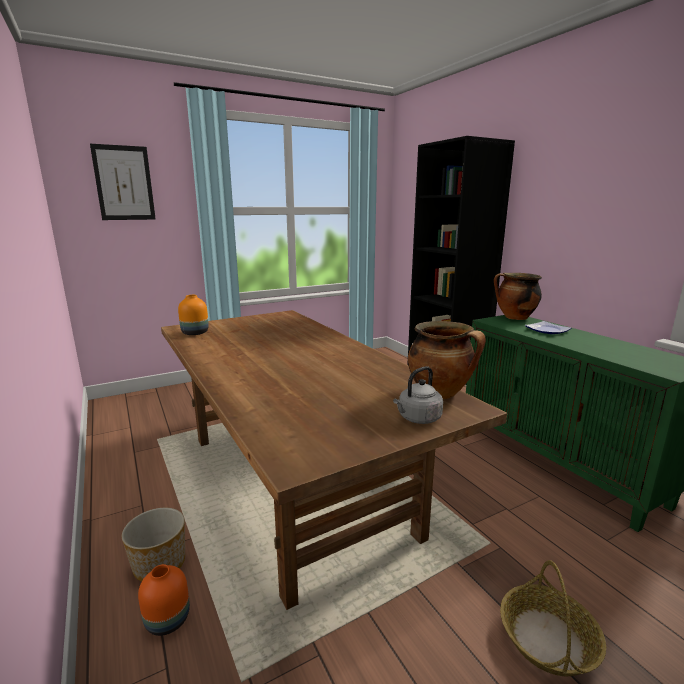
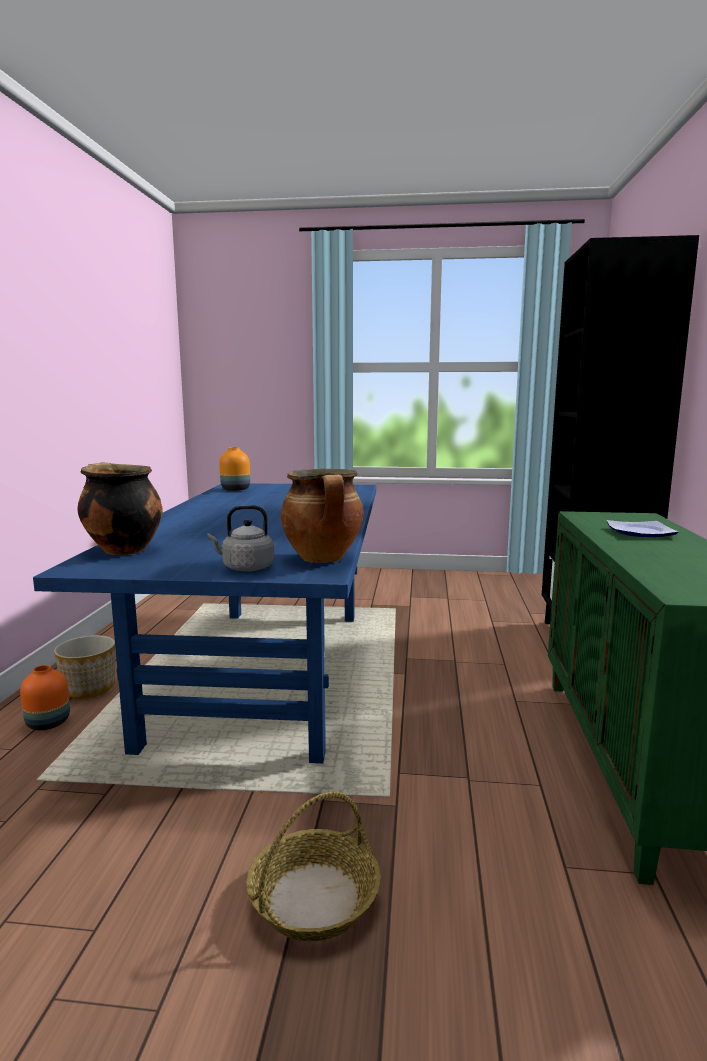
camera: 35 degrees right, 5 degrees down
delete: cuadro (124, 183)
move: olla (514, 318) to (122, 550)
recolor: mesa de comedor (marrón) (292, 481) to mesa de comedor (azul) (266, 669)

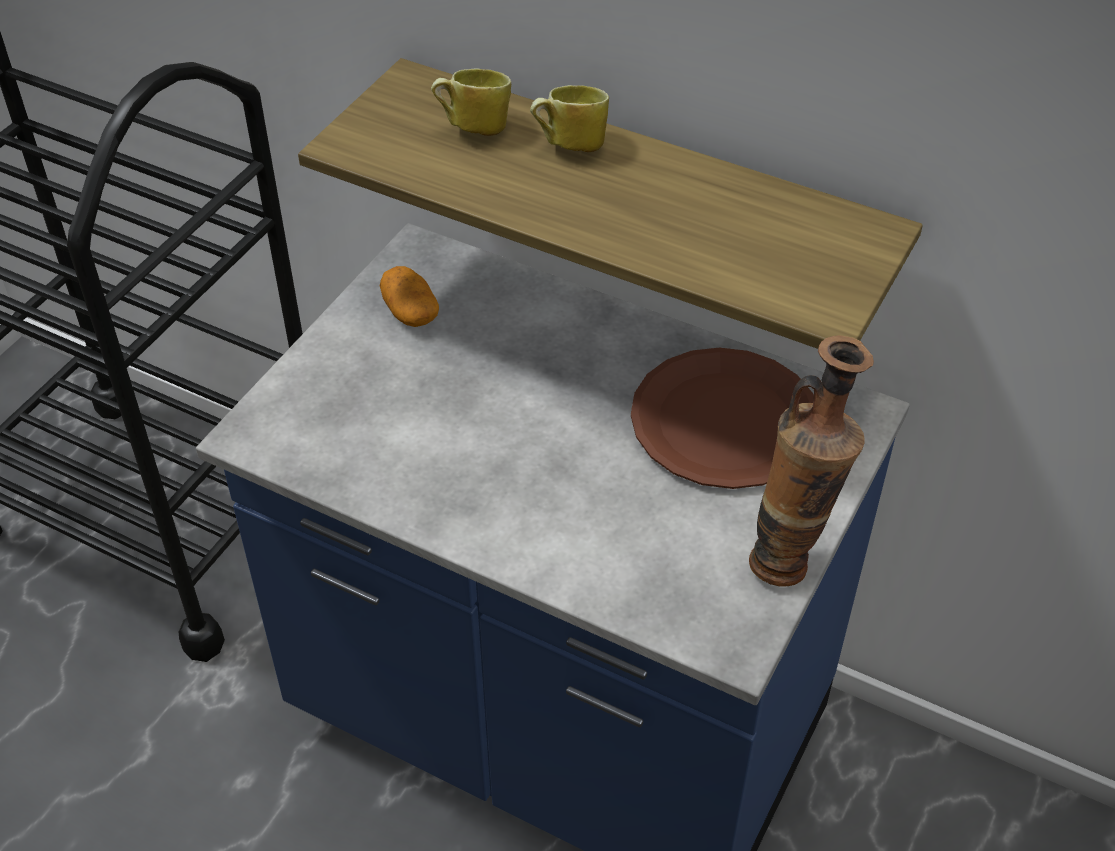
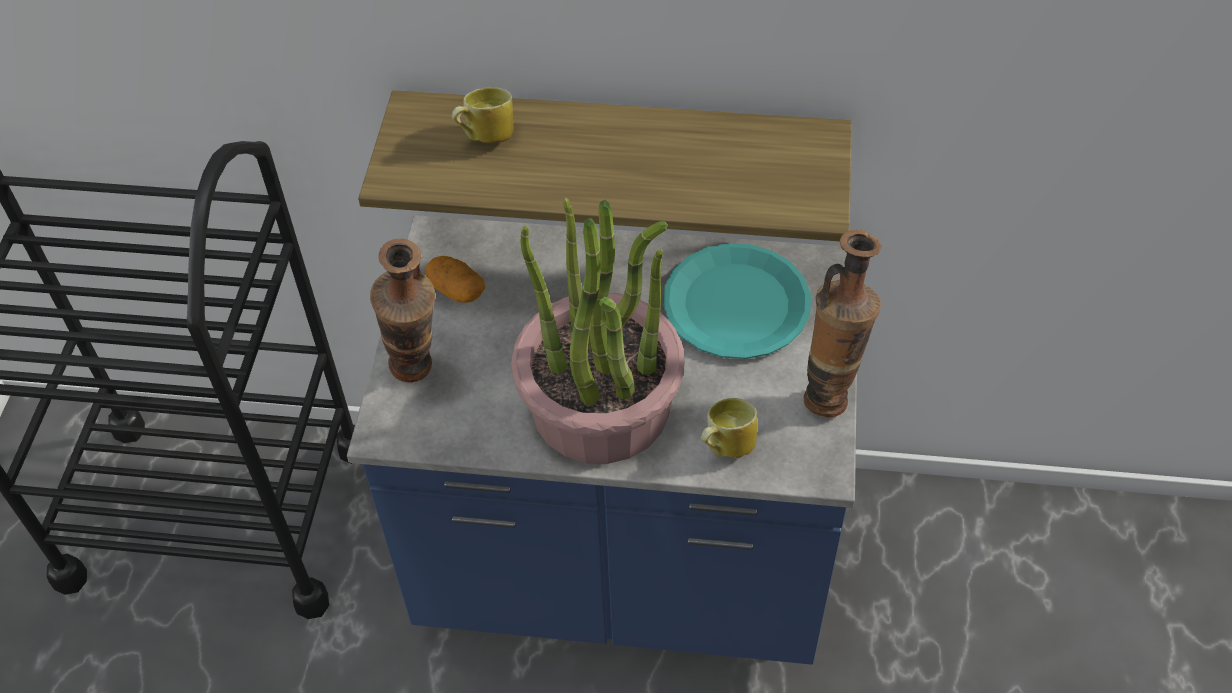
camera: 20 degrees left, 5 degrees up
insert: planta en maceta (601, 407); florero (418, 376)
move: taza grande (569, 146) to (725, 446)
recolor: plato (marrón) (724, 421) to plato (turquesa) (736, 304)

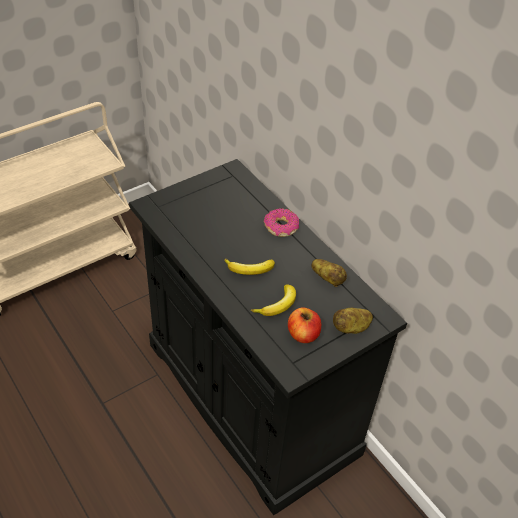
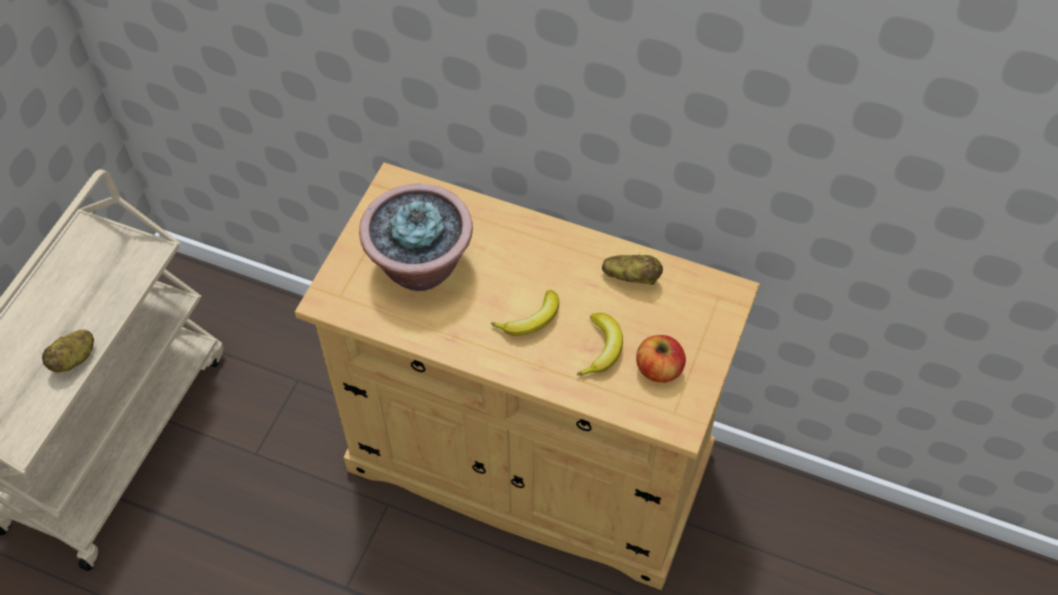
camera: 30 degrees left, 10 degrees up
delete: rosquilla (281, 227)
insert: planta en maceta (420, 266)
move: patata (351, 328) to (74, 359)
recolor: armario (negro) (250, 397) to armario (beis) (529, 462)

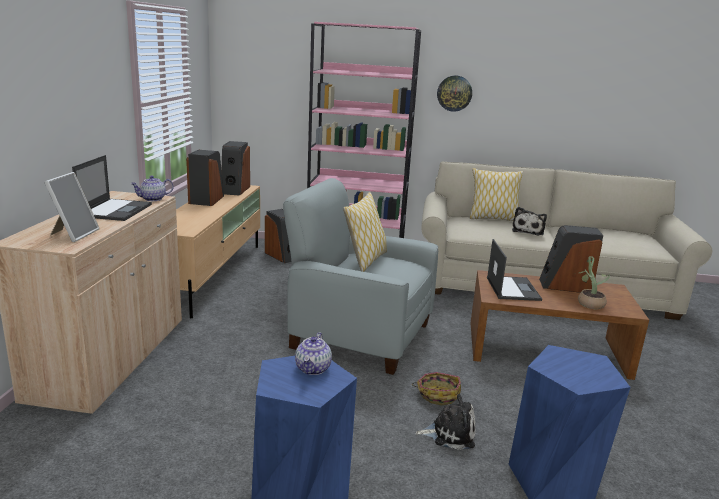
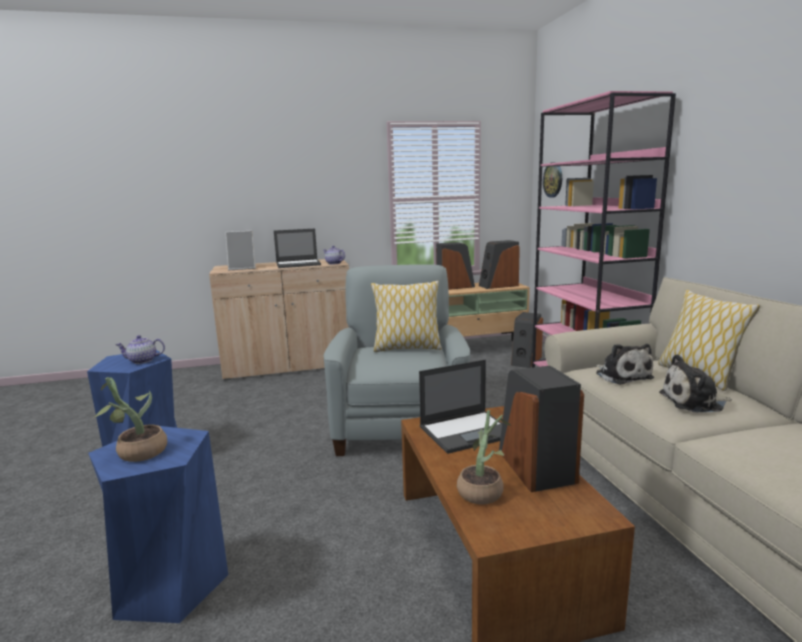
camera: 70 degrees right, 5 degrees down
delete: cesta (437, 394)
insert: planta en maceta (136, 452)
move: reloj de pared (454, 93) to (553, 180); peluche (450, 433) to (622, 375)

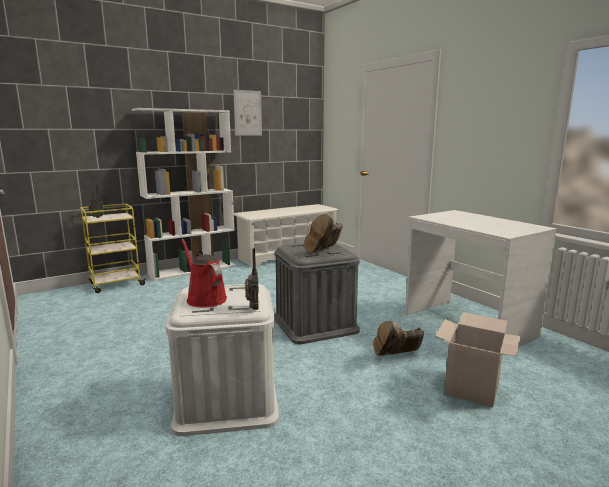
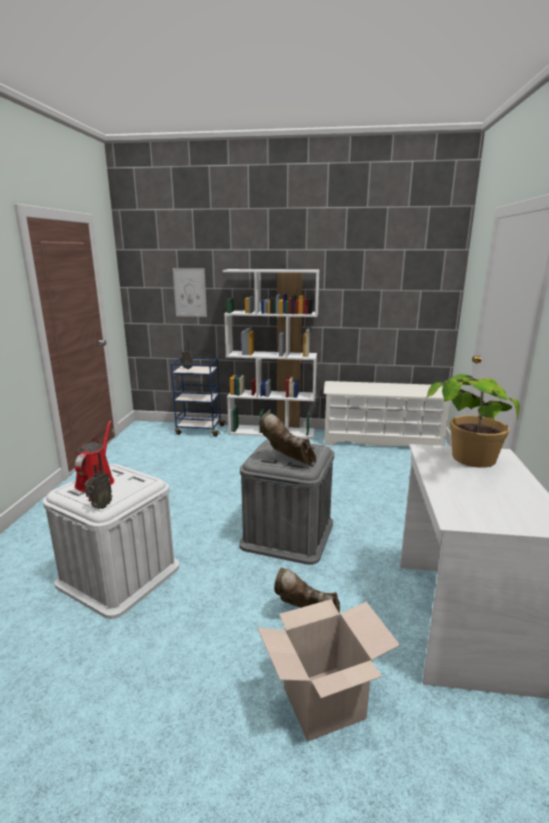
camera: 40 degrees right, 5 degrees up
insert: planta en maceta (464, 465)
move: cuadro (247, 113) to (190, 292)
recolor: carrito (amarillo) (116, 284) to carrito (azul) (199, 430)
rotate: bota (marrón) (324, 251) = (288, 460) 60 degrees clockwise

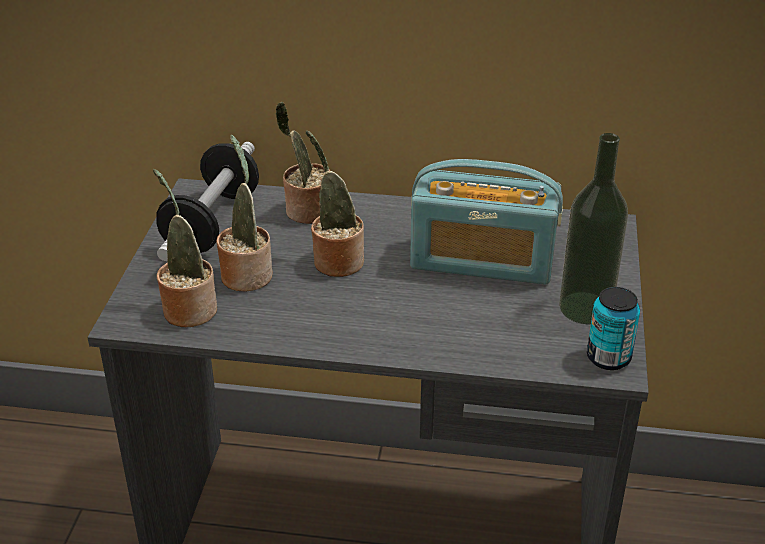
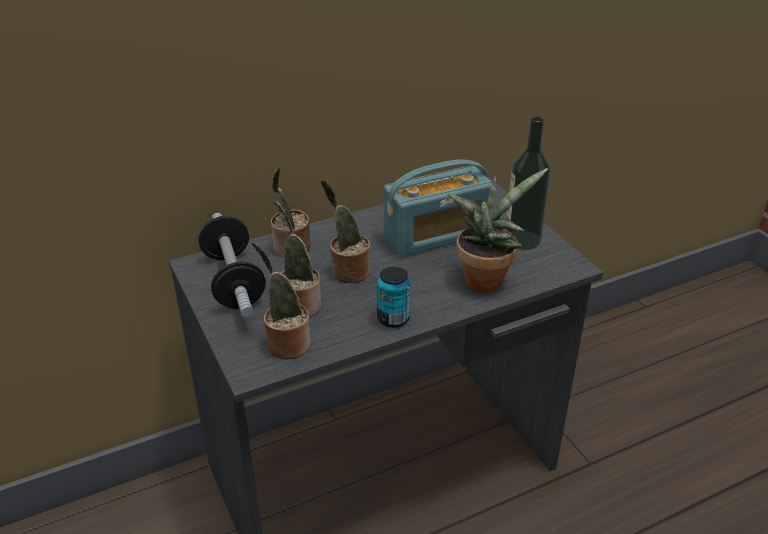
camera: 35 degrees left, 0 degrees up
insert: planta en maceta (486, 278)
move: lata (608, 358) to (393, 319)

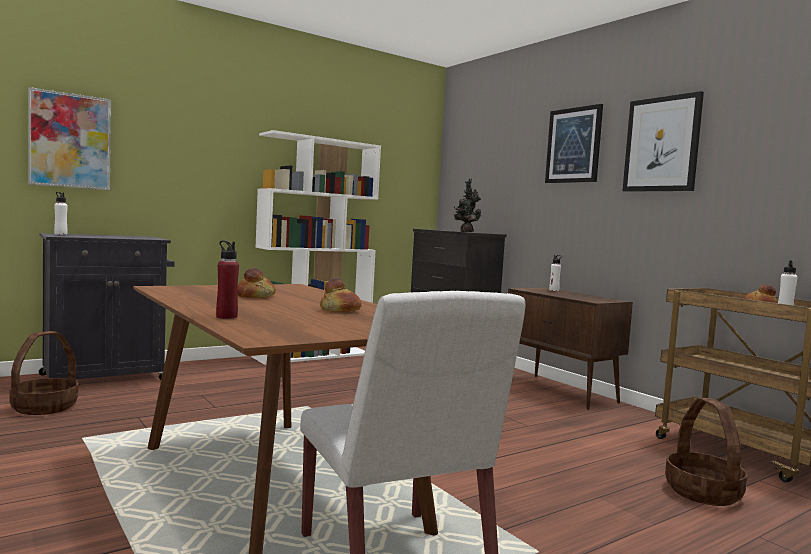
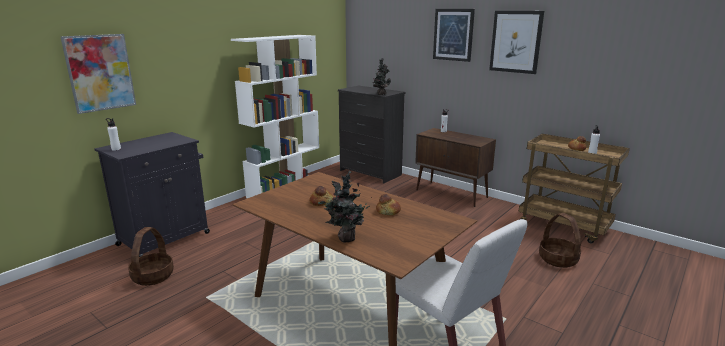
camera: 15 degrees left, 15 degrees up
replace: botella (rojo) (226, 317) to planta en maceta (345, 239)

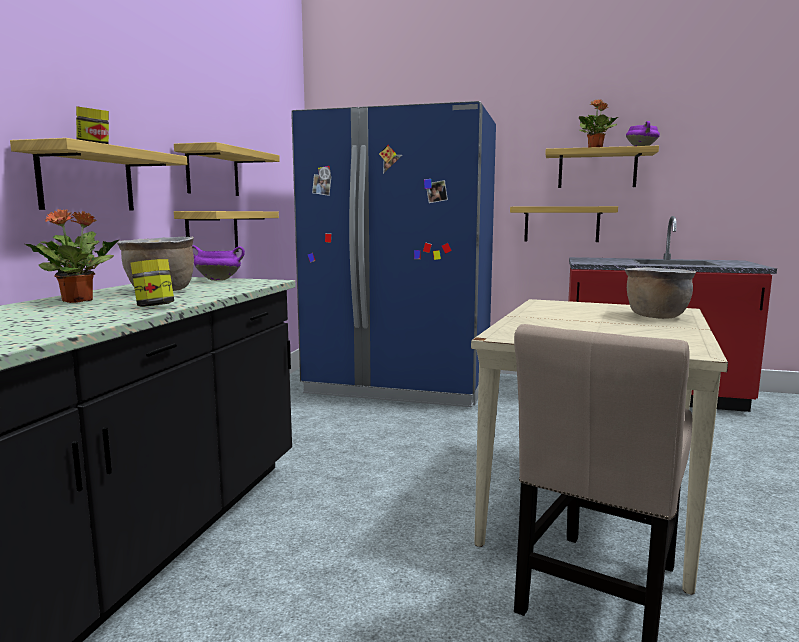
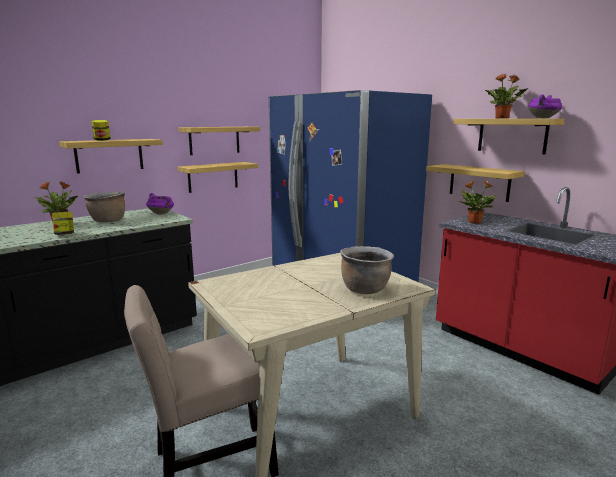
camera: 35 degrees right, 5 degrees up
insert: planta en maceta (474, 222)

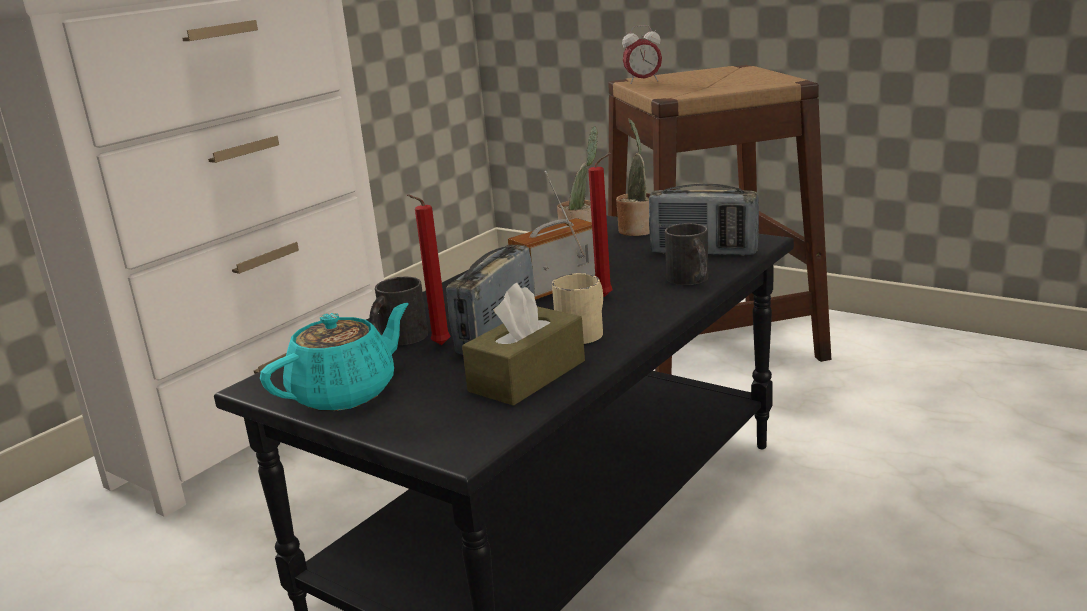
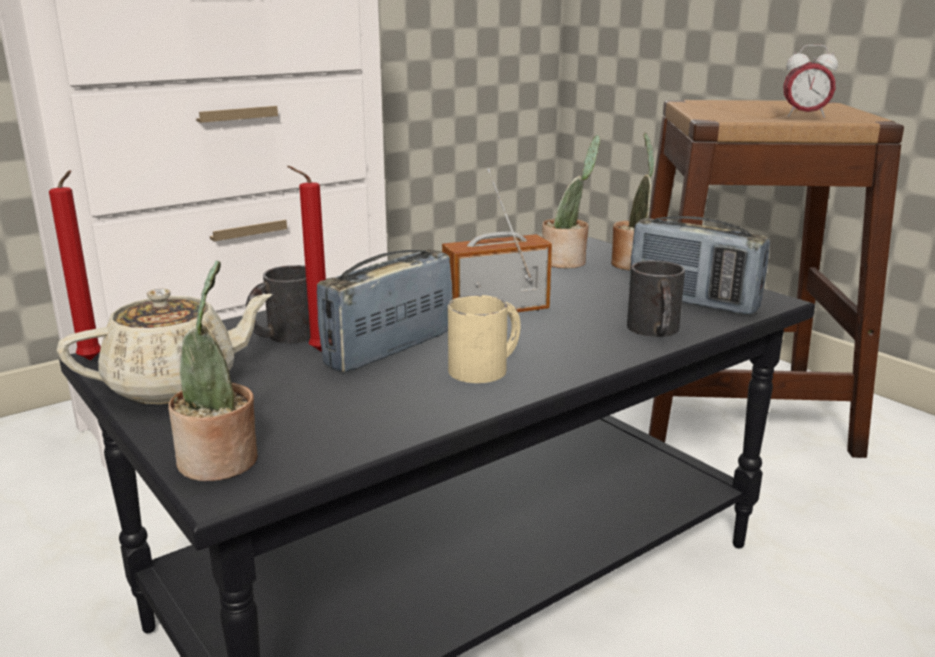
camera: 15 degrees right, 0 degrees up
delete: caja de pañuelos (marrón) (527, 376)
insert: planta en maceta (220, 463)
move: despertador (643, 82) to (804, 116); vela (rojo) (607, 297) to (93, 361)
recolor: tetera (turquesa) (346, 393) to tetera (beis) (176, 385)

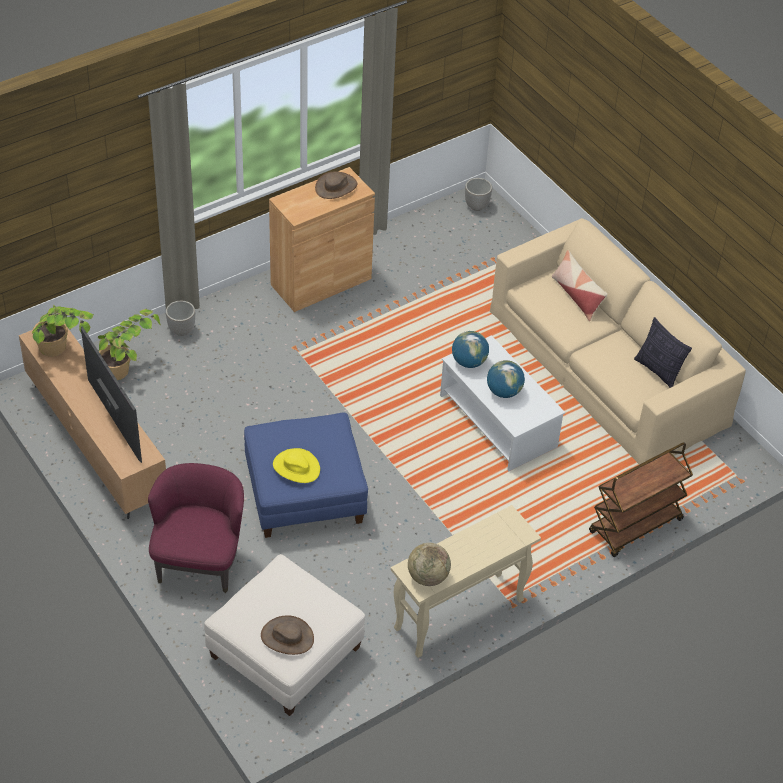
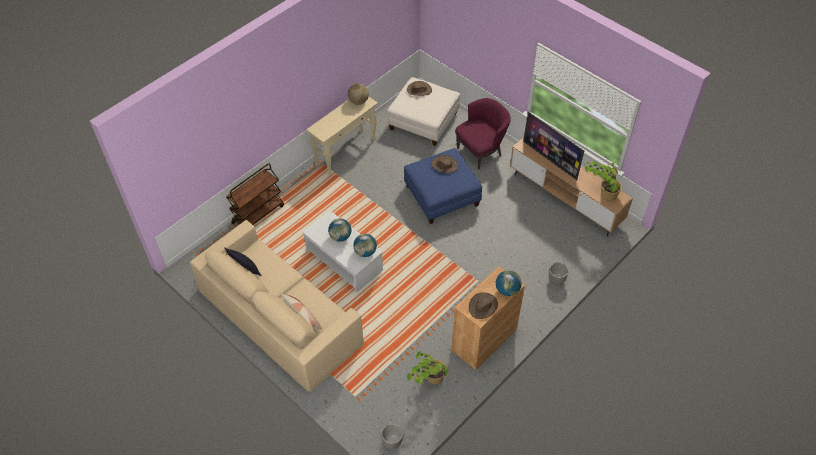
camera: 170 degrees right, 5 degrees up
insert: globo terráqueo (507, 290)
move: planta en maceta (129, 367) to (427, 381)
recolor: sombrero (amarillo) (296, 467) to sombrero (marrón) (444, 165)
rotate: sillón (morado) (199, 561) = (481, 151) 120 degrees counterclockwise

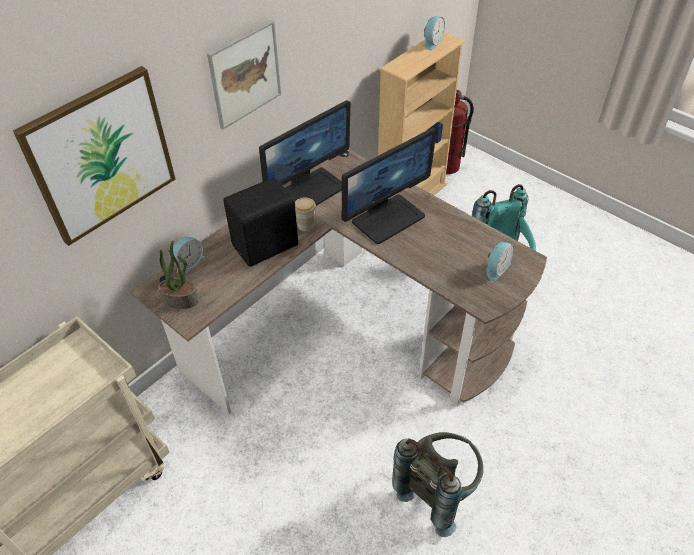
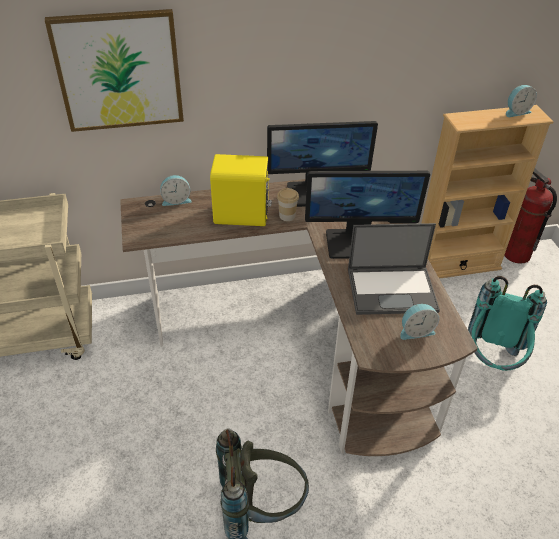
camera: 35 degrees right, 5 degrees down
delete: cuadro (245, 74); planta en maceta (181, 299)
insert: portátil (393, 290)
recolor: altavoz (negro) (267, 246) to altavoz (amarillo) (242, 216)

